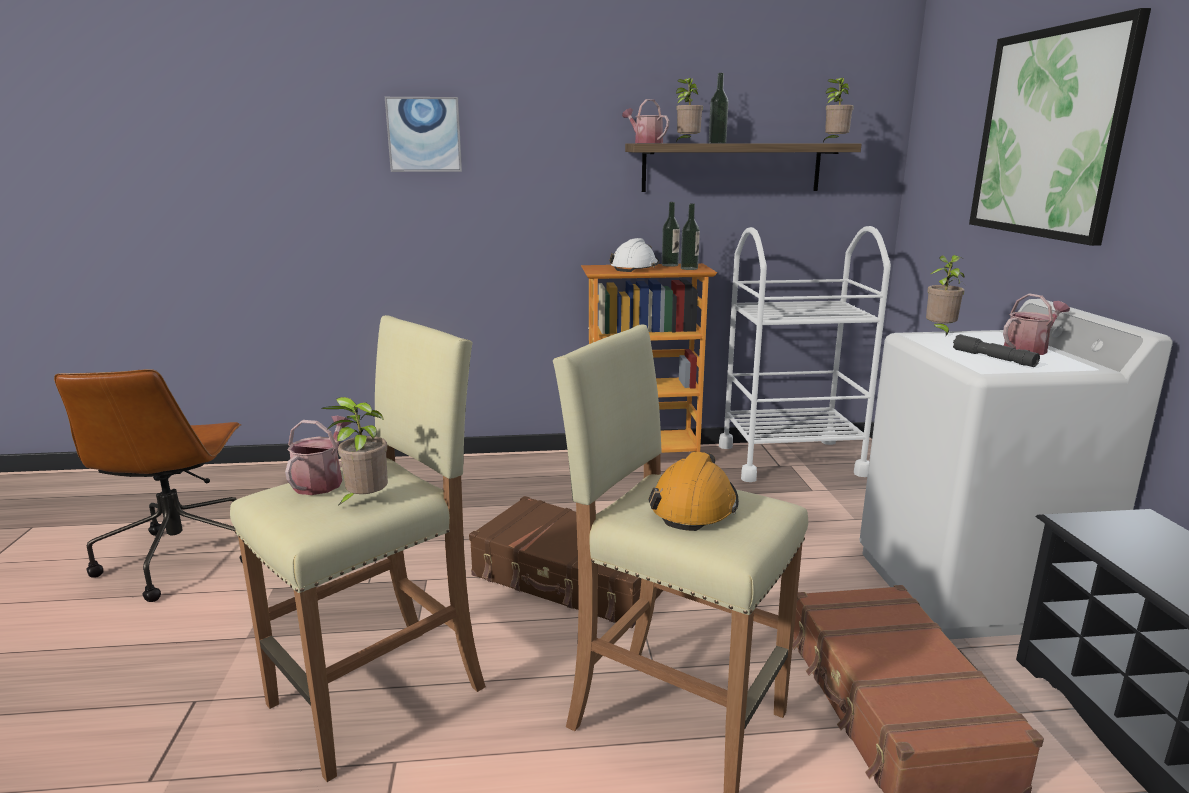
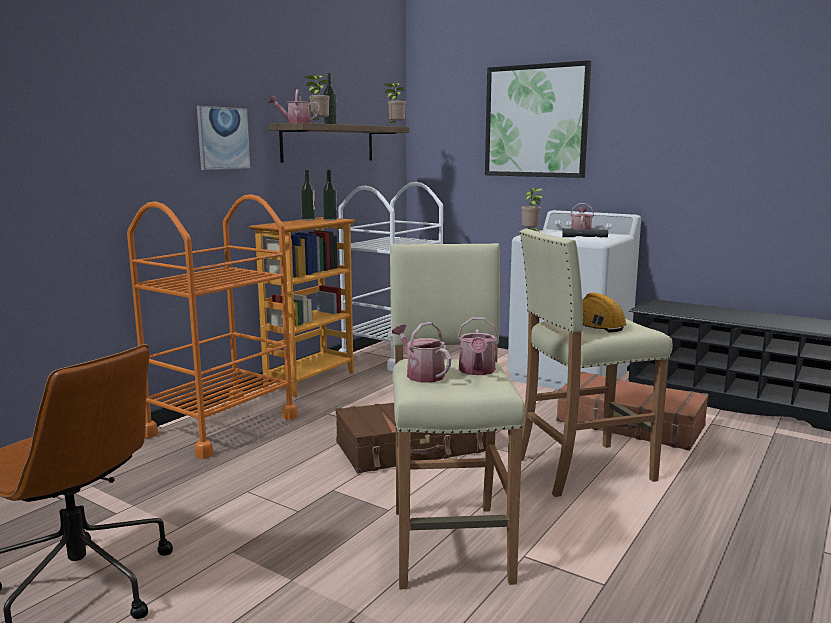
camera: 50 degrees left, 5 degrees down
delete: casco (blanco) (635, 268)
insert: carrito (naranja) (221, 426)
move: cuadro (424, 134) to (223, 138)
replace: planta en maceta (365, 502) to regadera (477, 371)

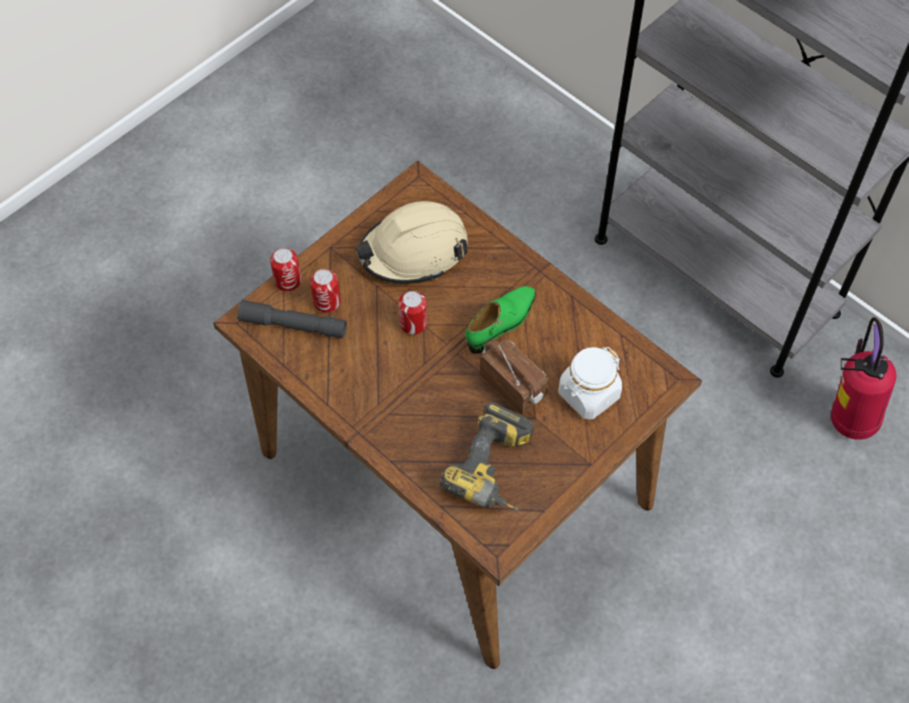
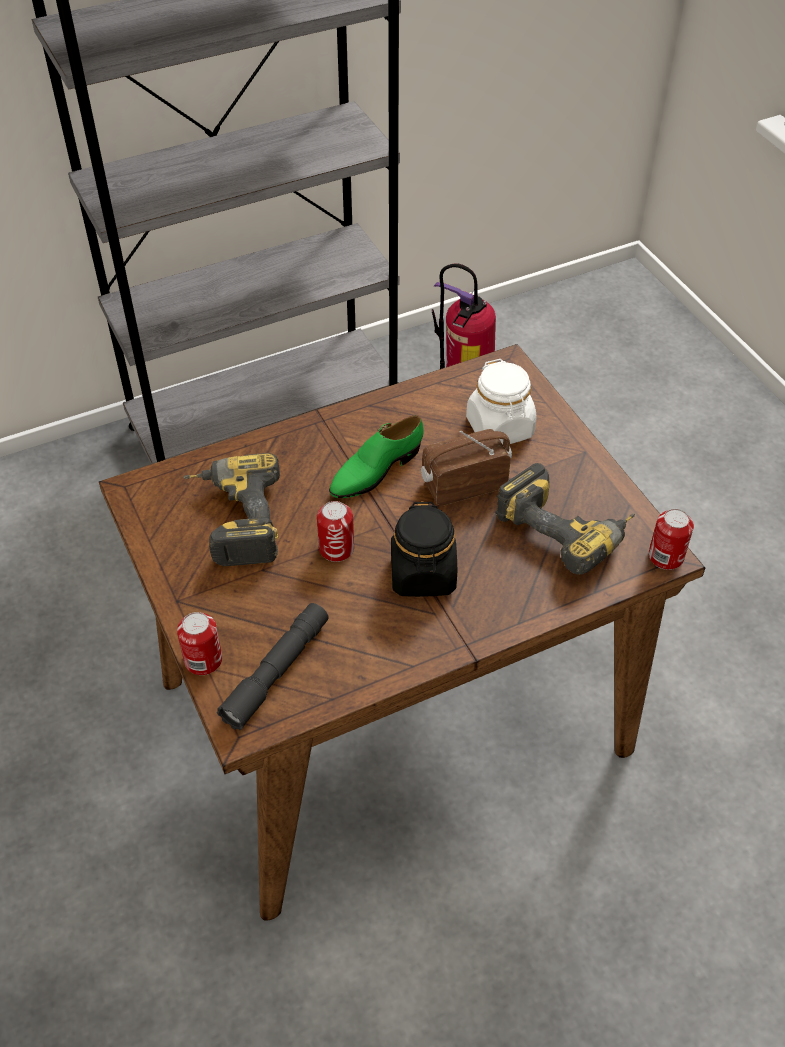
camera: 70 degrees left, 10 degrees down
insert: tarro (negro) (423, 575)
move: lata (327, 302) to (666, 557)
replace: casco (beis) (414, 251) to taladro (232, 520)
rotate: zapato (verde) (502, 323) = (375, 470) 105 degrees counterclockwise

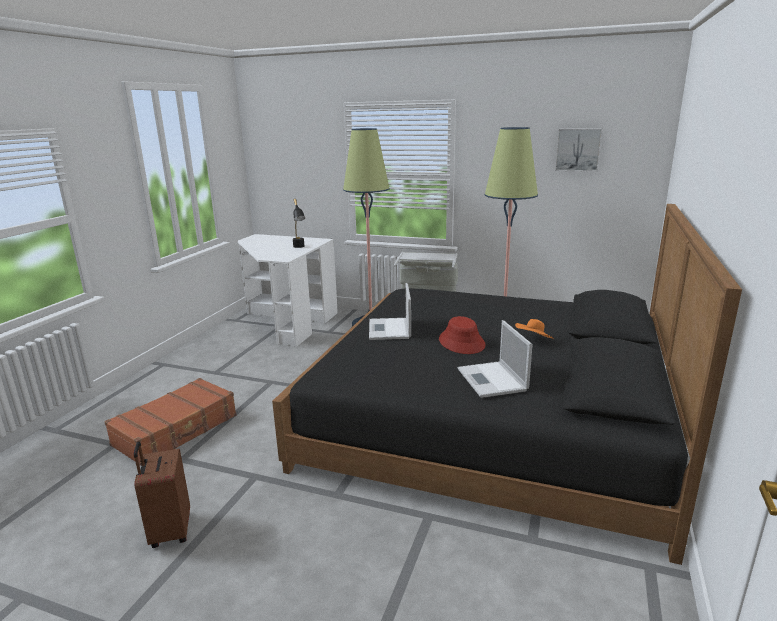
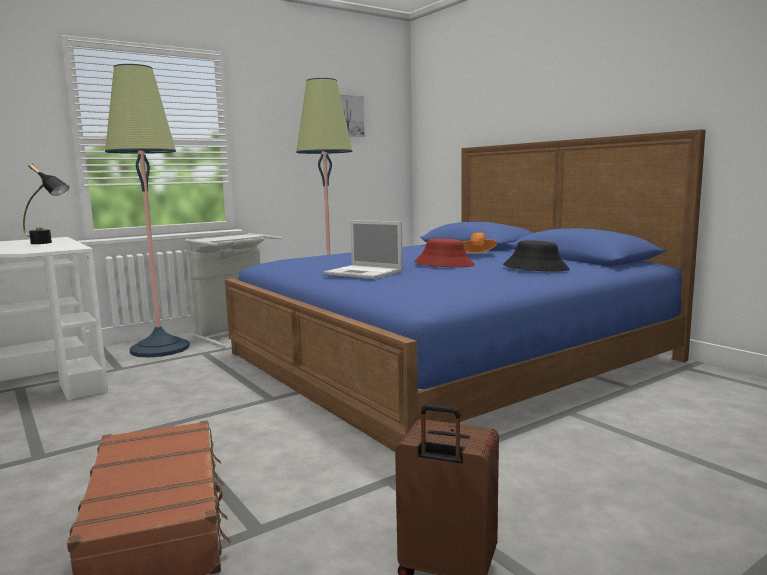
camera: 55 degrees left, 10 degrees down
replace: portátil (492, 380) to sombrero (negro) (535, 268)
recolor: cama (negro) (490, 419) to cama (azul) (448, 356)

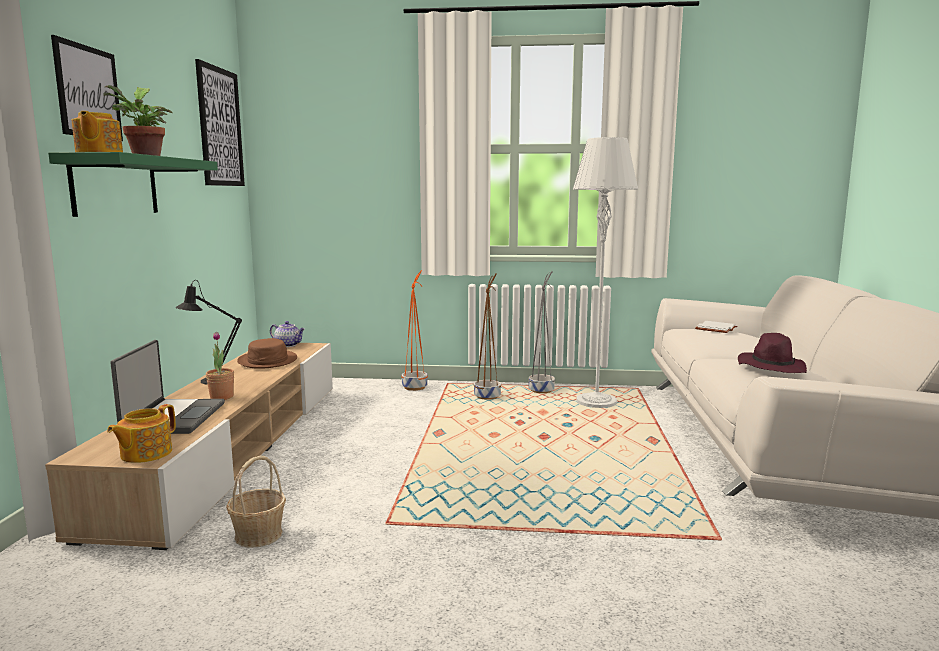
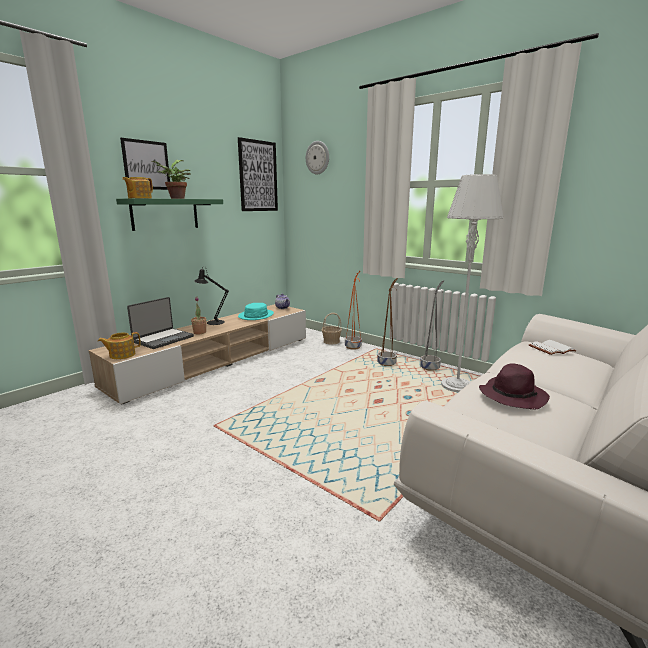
camera: 35 degrees right, 5 degrees up
insert: reloj de pared (318, 157)
move: cesta (258, 535) to (331, 341)
recolor: sombrero (marrón) (268, 360) to sombrero (turquesa) (256, 315)

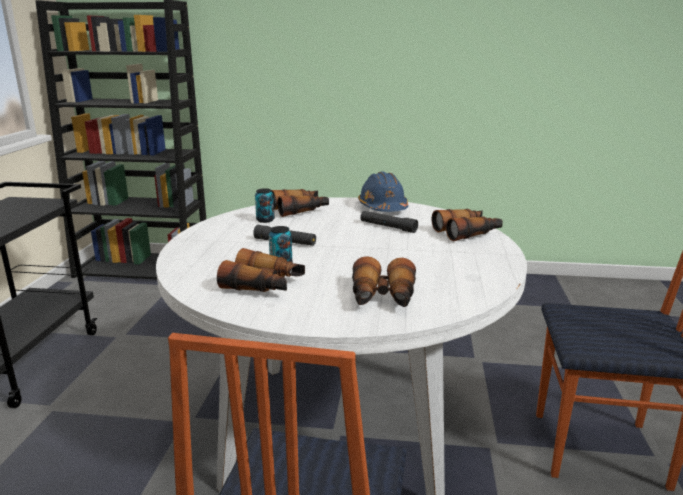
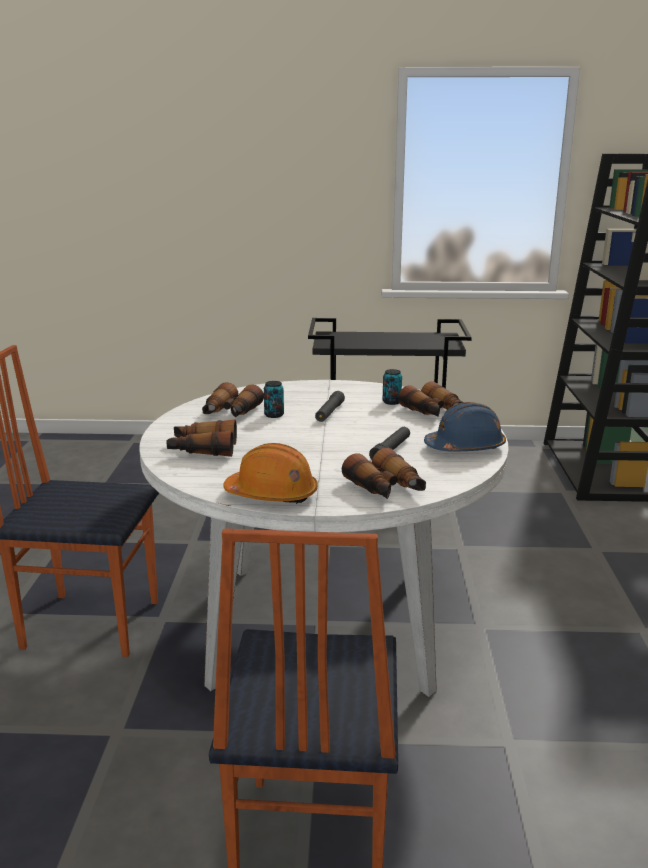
camera: 85 degrees right, 0 degrees up
insert: casco (naranja) (272, 494)

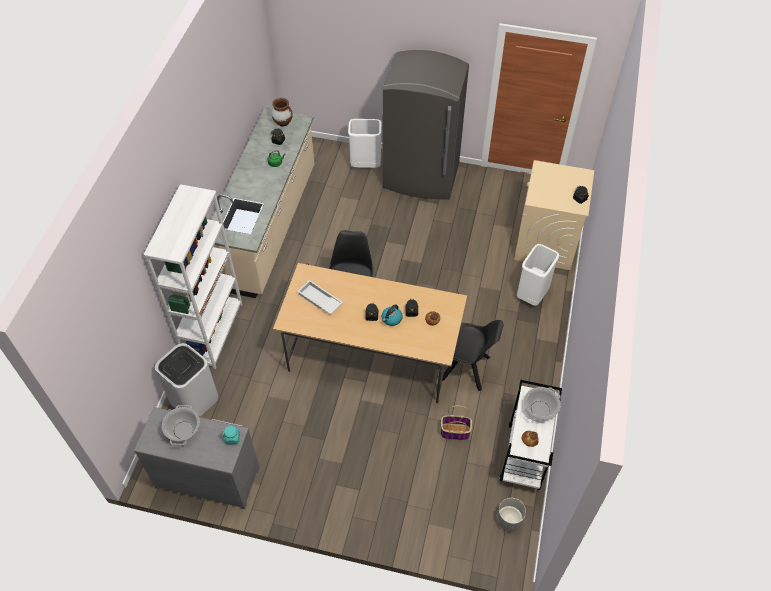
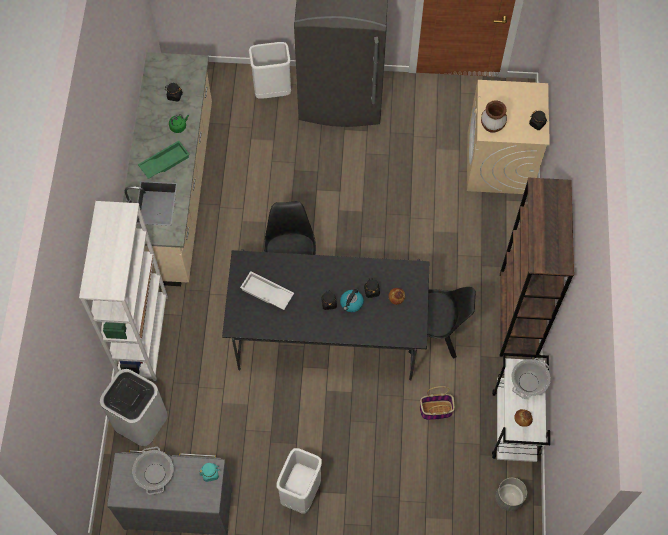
camera: 10 degrees left, 10 degrees up
insert: bandeja (verde) (164, 162); estantería (marrón) (518, 315)
move: florero (marrón) (283, 122) to (492, 126); papelera (blanco) (532, 295) to (301, 493)
recolor: mesa de comedor (beis) (372, 351) to mesa de comedor (negro) (327, 331)

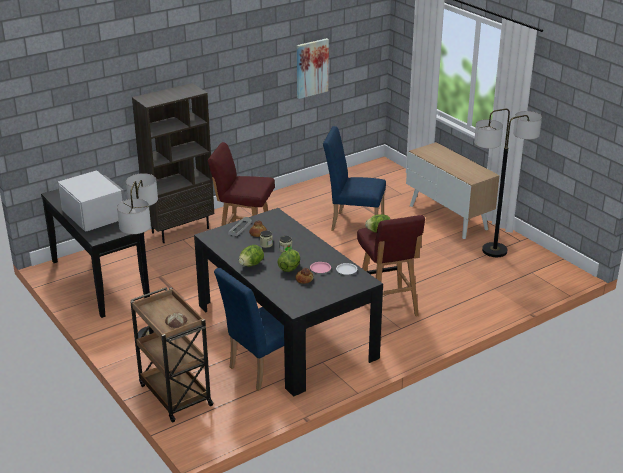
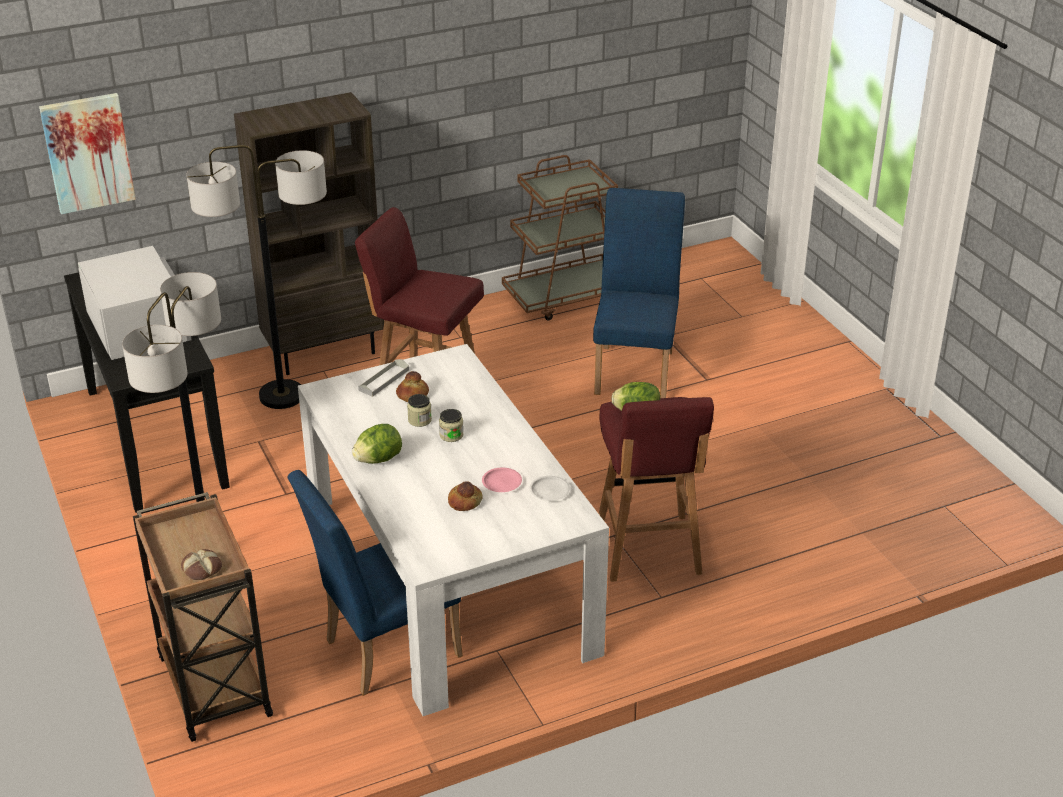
camera: 10 degrees right, 5 degrees up
delete: armario (448, 217); lechuga (289, 268)
insert: carrito (marrón) (566, 297)
move: cuadro (311, 68) to (88, 152); lámpara de pie (494, 251) to (282, 396)
recolor: mesa de comedor (negro) (286, 331) to mesa de comedor (blanco) (449, 578)
rotate: silla (azul) (353, 223) = (635, 367) 75 degrees clockwise

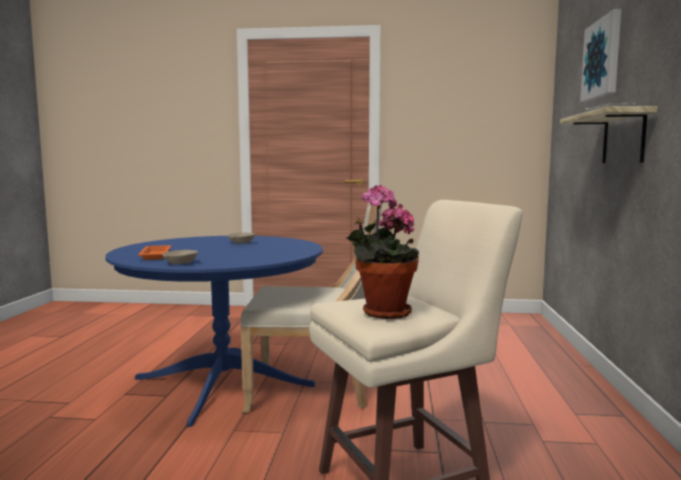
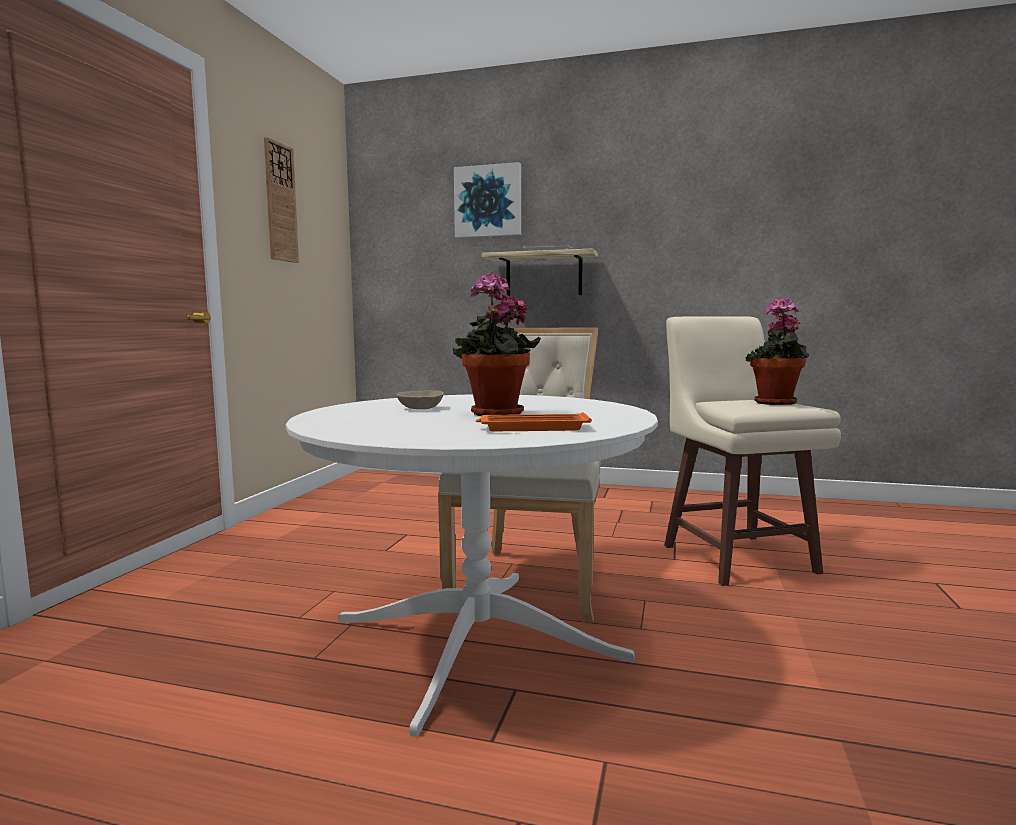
camera: 80 degrees left, 0 degrees up
delete: cuenco (beis) (182, 263)
insert: reloj de pared (280, 202); planta en maceta (494, 414)
recolor: mesa de comedor (azul) (223, 382) to mesa de comedor (blanco) (477, 639)

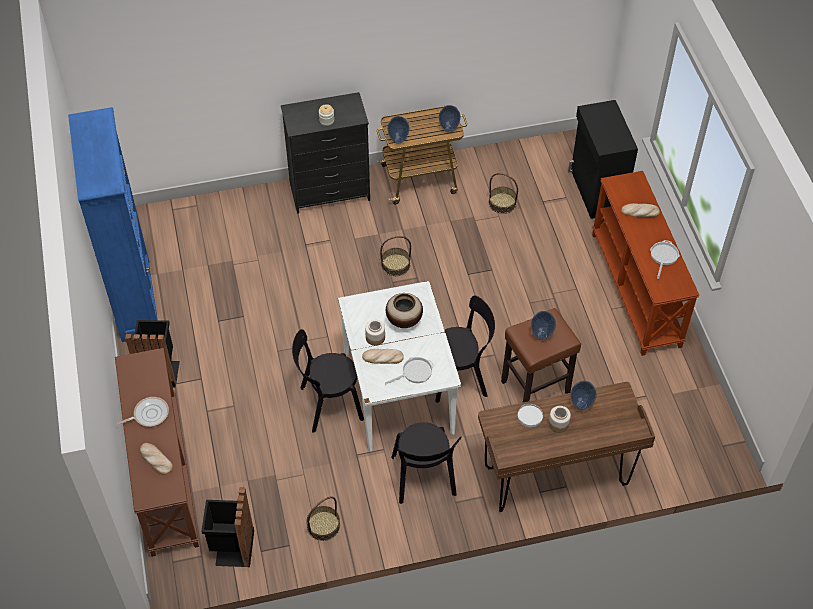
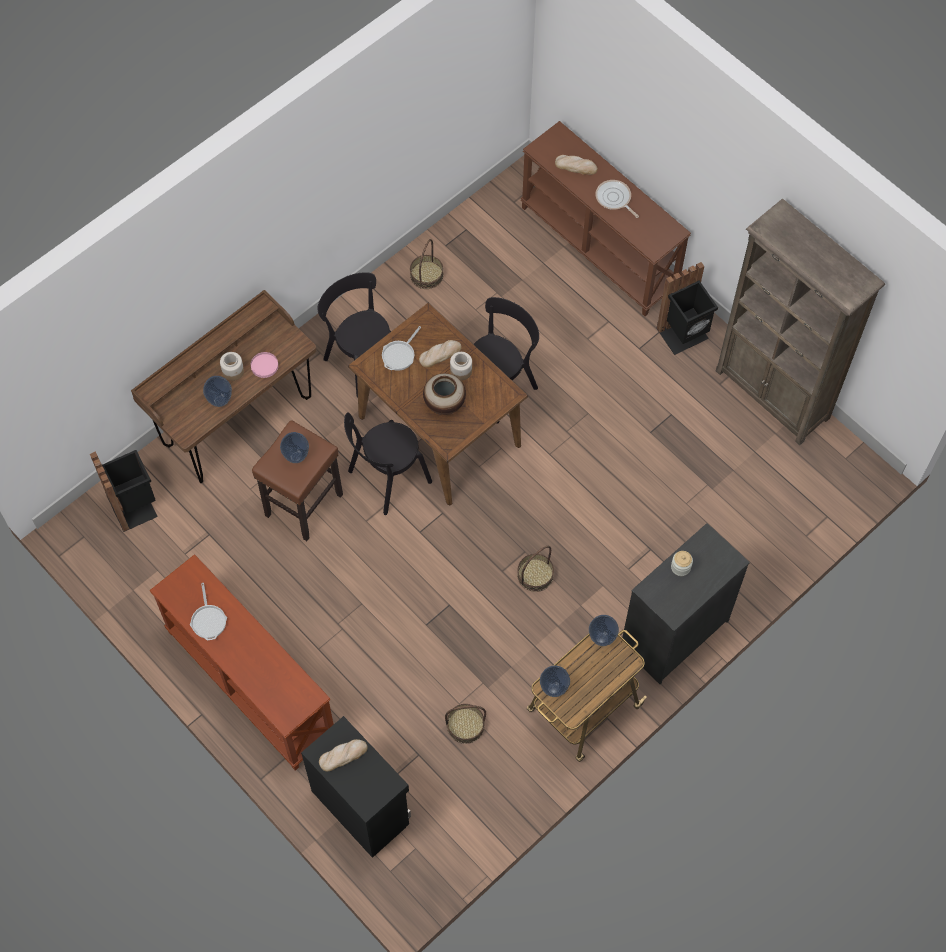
camera: 150 degrees right, 10 degrees up
move: pan (640, 212) to (343, 755); papelera (negro) (232, 548) to (134, 505)
recolor: estantería (azul) (135, 298) to estantería (marrón) (773, 395); mesa de comedor (blanco) (398, 393) to mesa de comedor (marrón) (438, 430); plato (blanco) (530, 416) to plato (rosa) (264, 366)
rotate: sartén (149, 414) = (614, 199) 105 degrees clockwise

